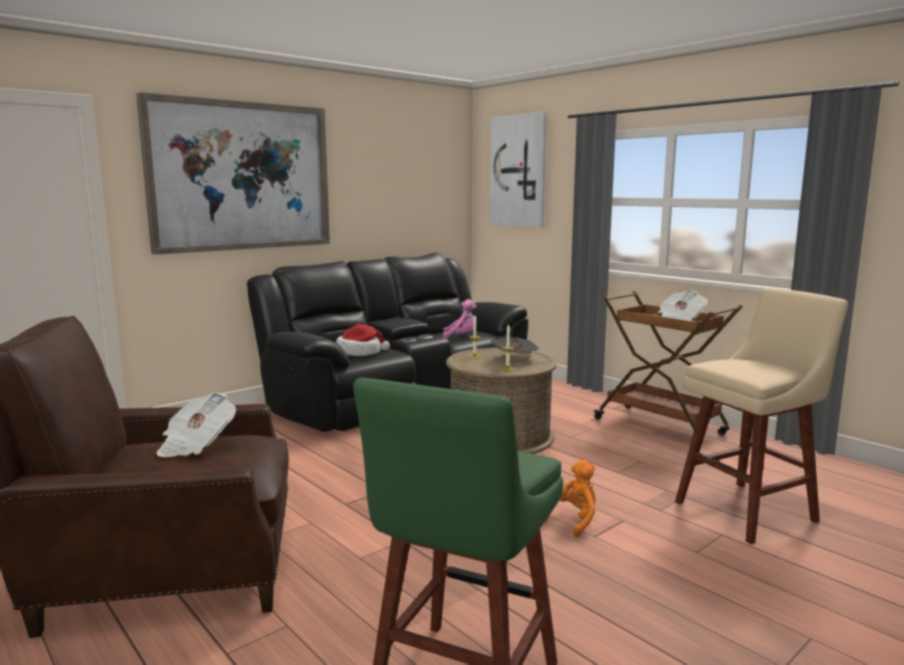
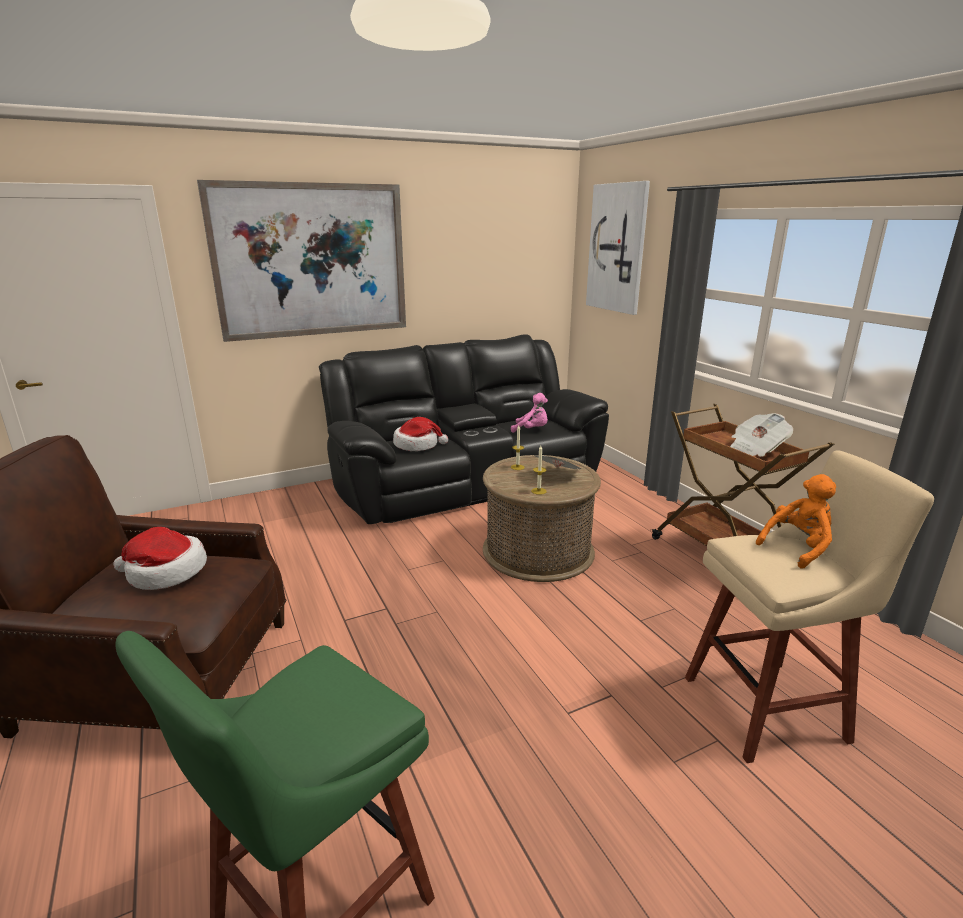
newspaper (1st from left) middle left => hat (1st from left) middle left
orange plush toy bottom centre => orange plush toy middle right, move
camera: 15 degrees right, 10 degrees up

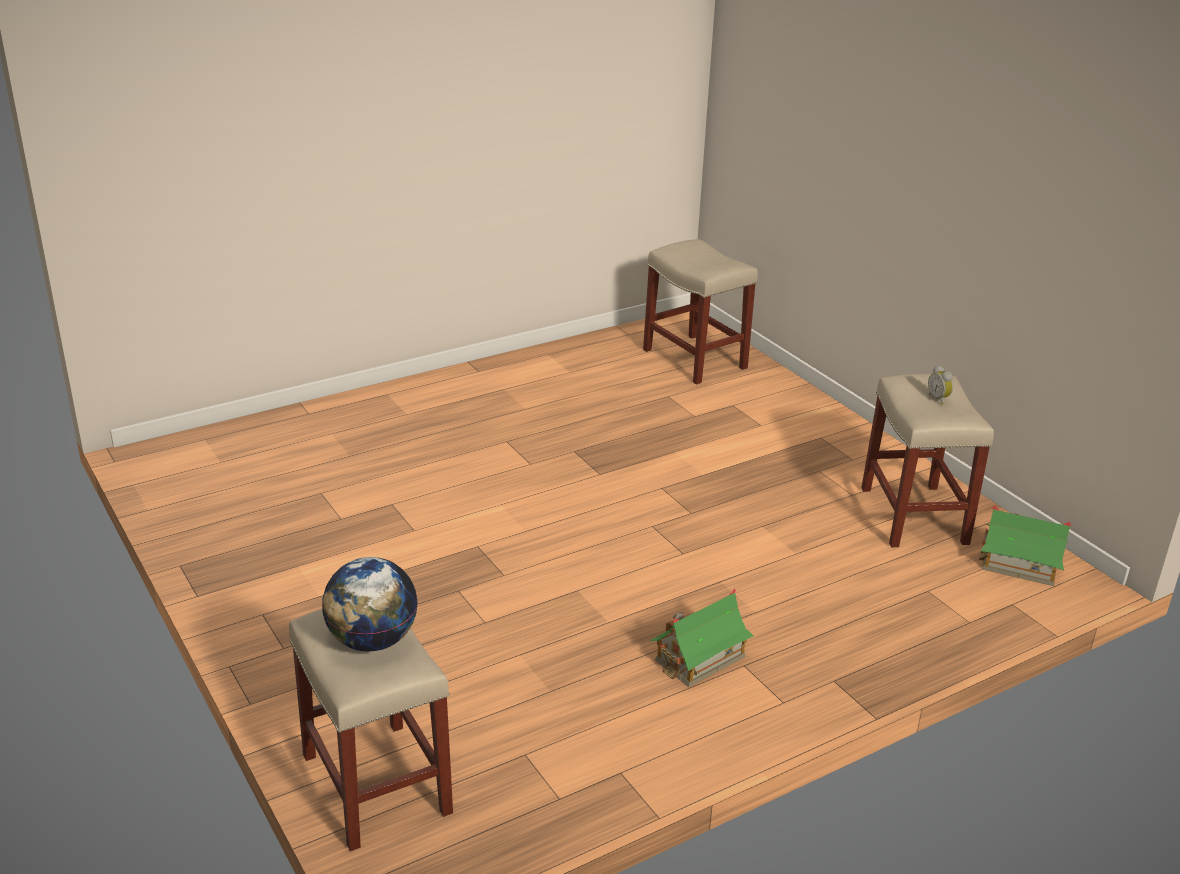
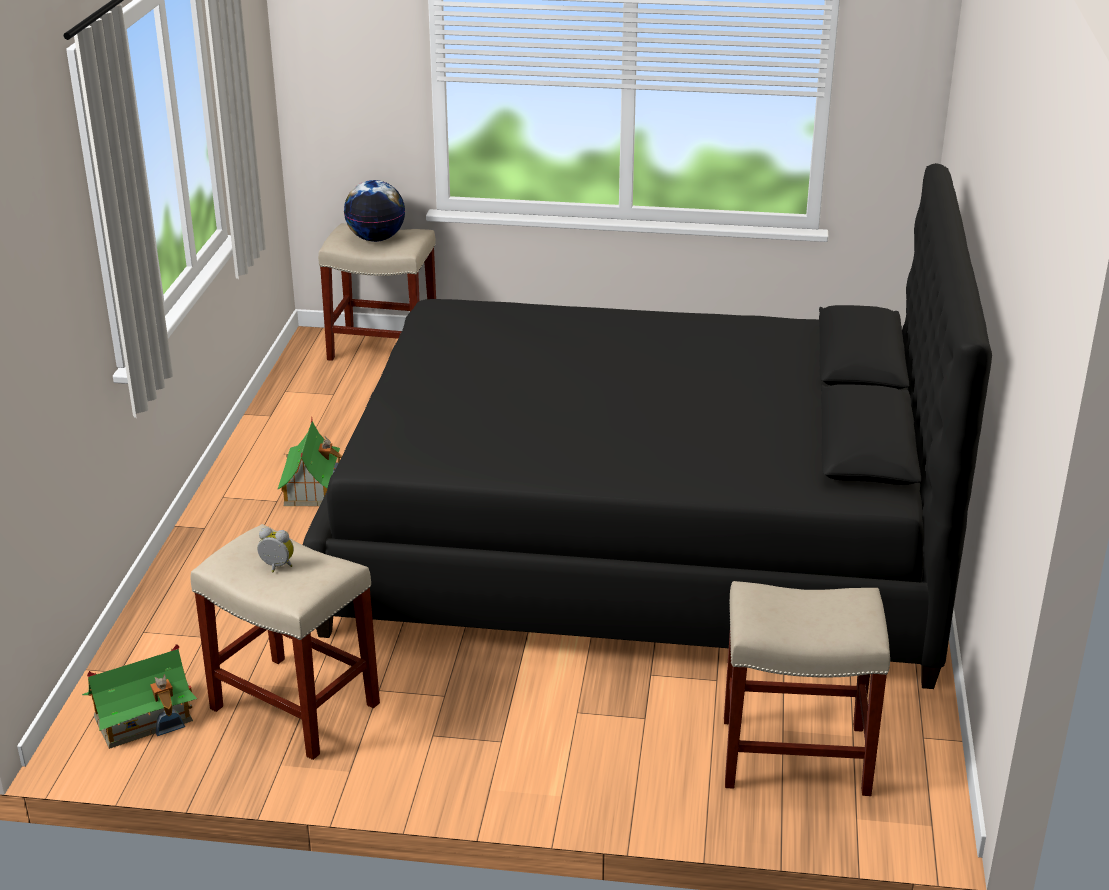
nothing => black bed centre
camera: 130 degrees right, 0 degrees up

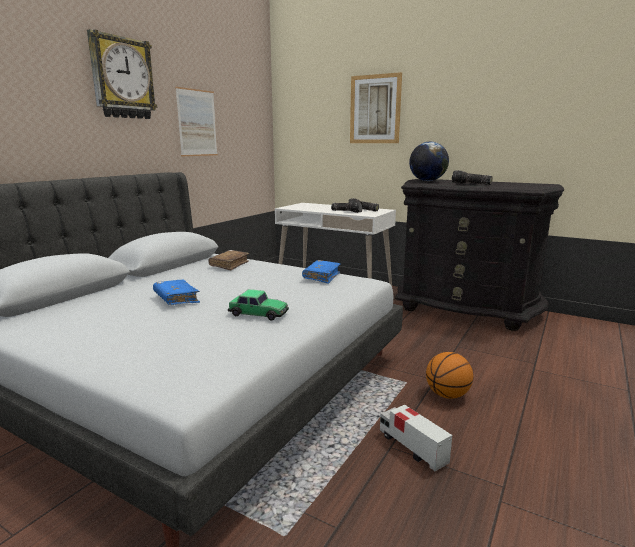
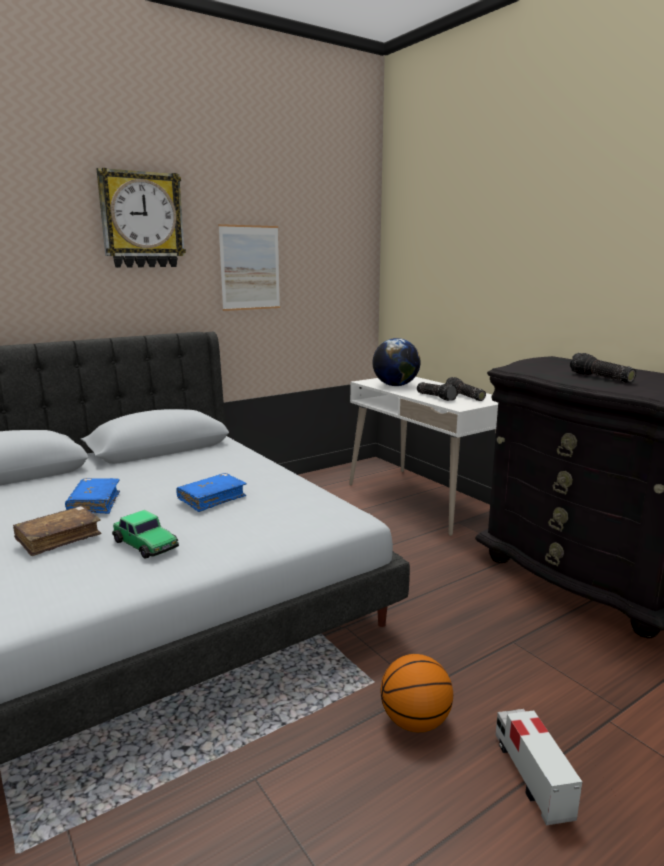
brown book centre => brown book middle left, move
blue book (2nd from left) centre => blue book (2nd from left) middle left, move
picture (2nd from left) top centre => nothing
toy truck bottom centre => toy truck bottom right, move
globe top right => globe centre, move
camera: 25 degrees right, 0 degrees up

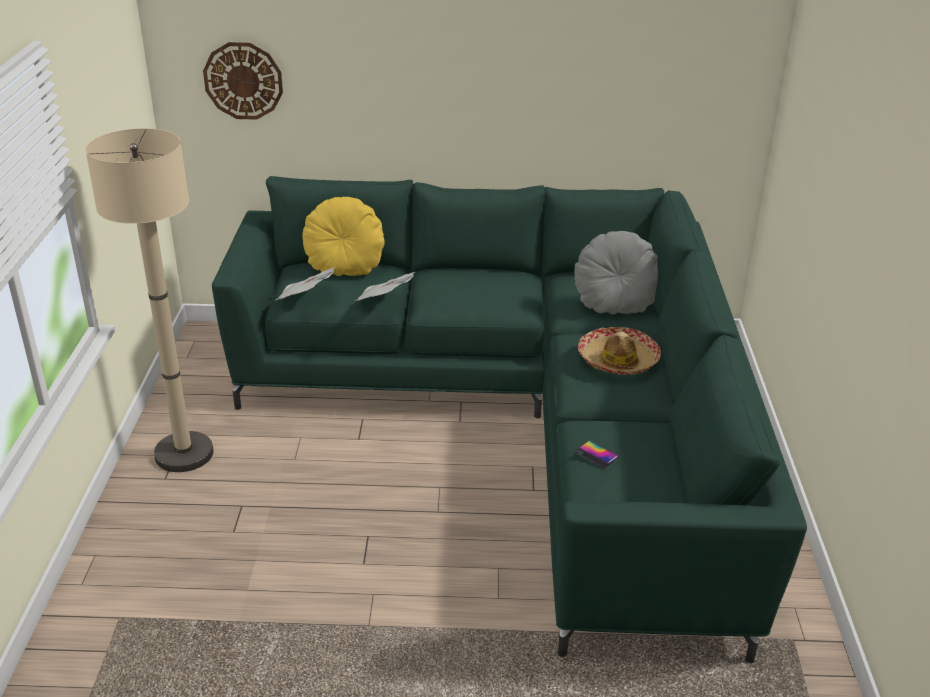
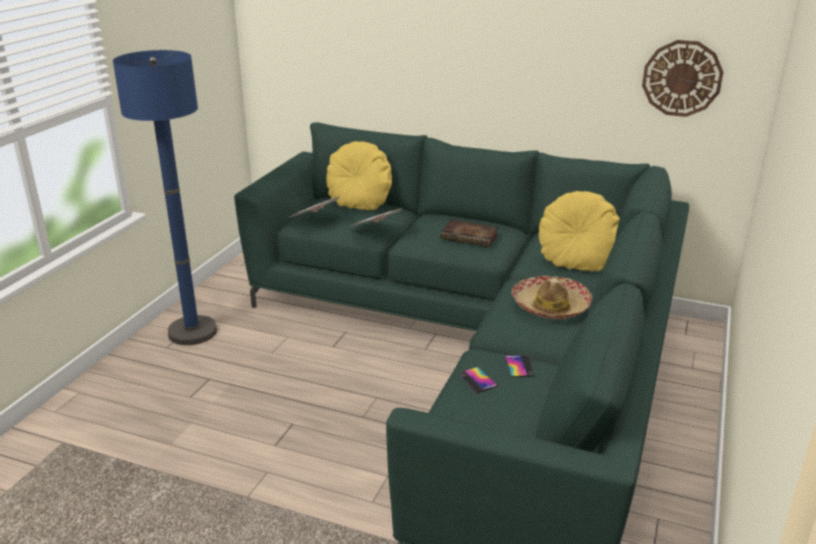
beige floor lamp middle left => blue floor lamp middle left
wall clock top left => wall clock top right, move
grey pillow centre => yellow pillow (2nd from left) middle right
nothing => book centre
nothing => phone (2nd from left) bottom centre
camera: 20 degrees right, 5 degrees down

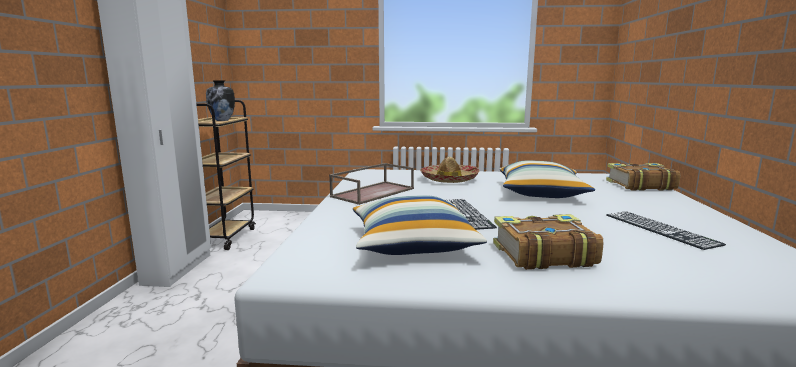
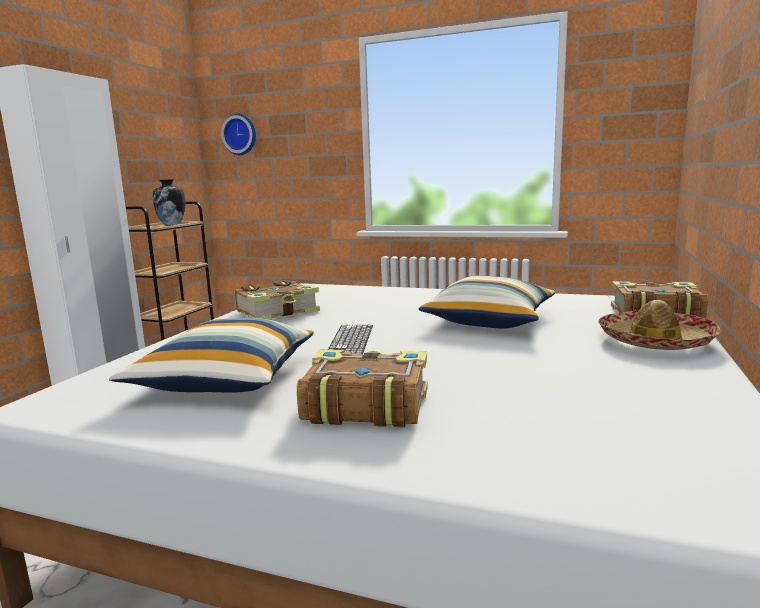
brown tray centre => book (1st from left) centre
hat centre => hat middle right, move
keyboard (2nd from left) middle right => nothing
nothing => wall clock top left
camera: 15 degrees right, 0 degrees up

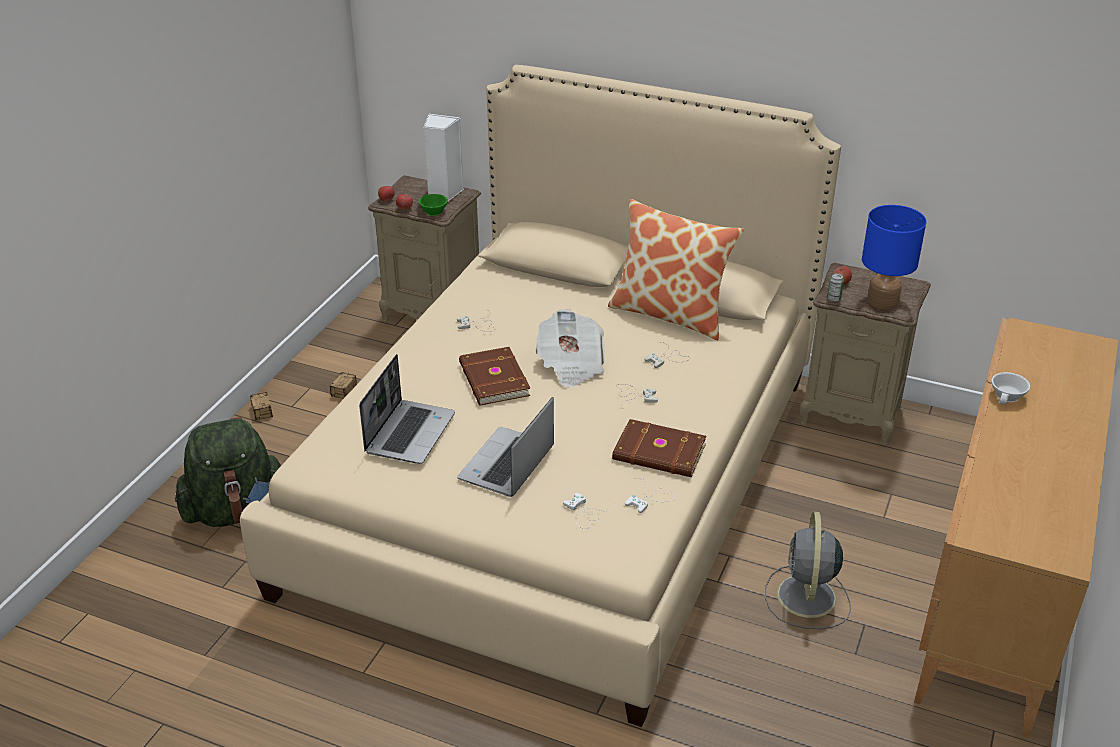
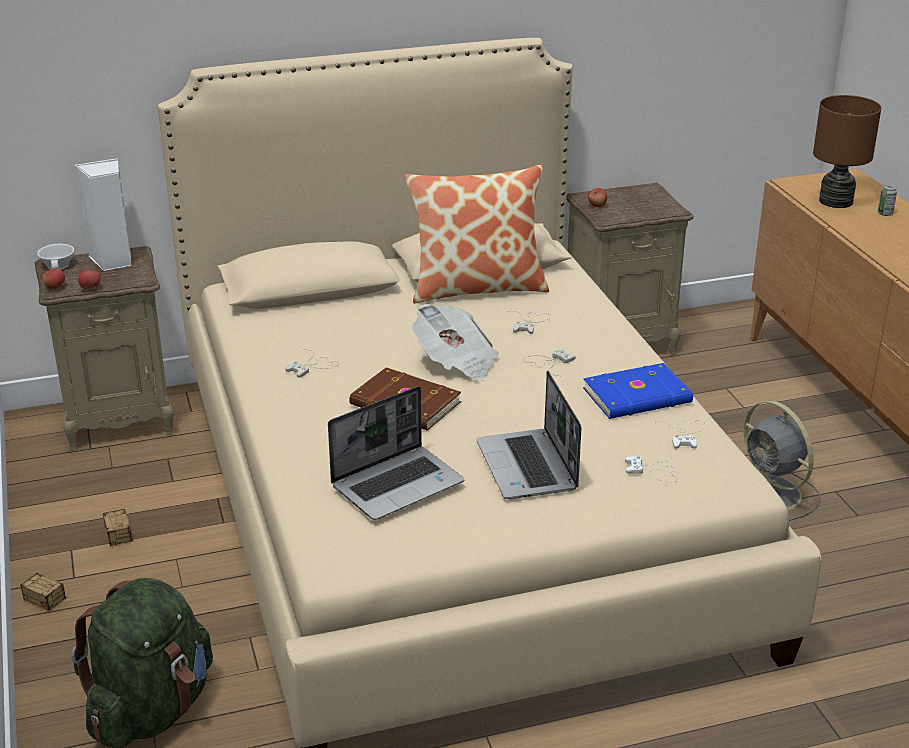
laptop (1st from left) centre, 75 degrees clockwise
green cup top centre => nothing
brown book (2nd from left) centre => blue book middle right
can middle right => can top right, move
blue table lamp middle right => nothing
white cup middle right => white cup middle left, move
nothing => brown table lamp top right
camera: 40 degrees left, 5 degrees down

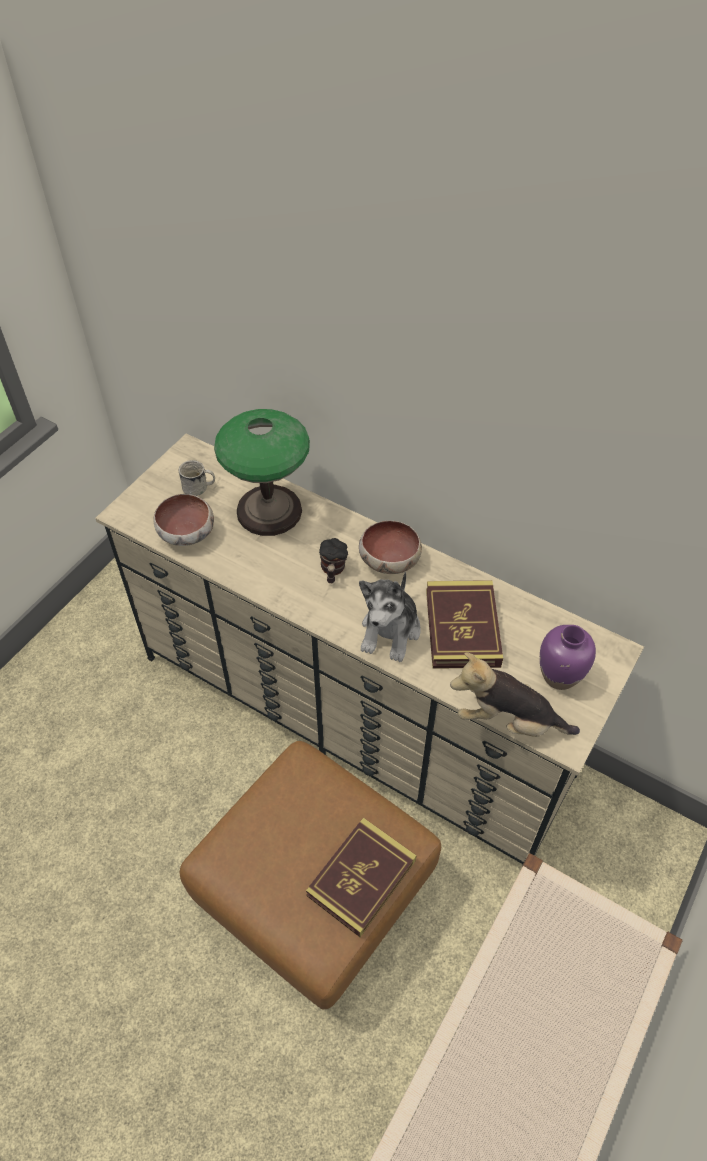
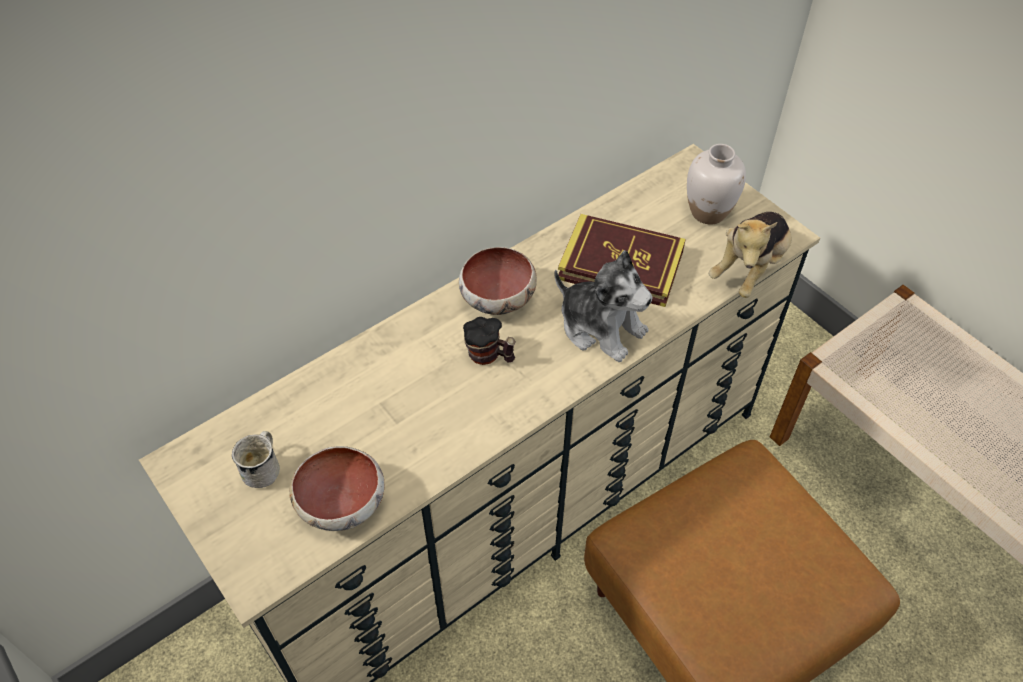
table lamp centre => nothing
book (1st from left) bottom centre => nothing
purple vase middle right => white vase top right
camera: 70 degrees left, 0 degrees up

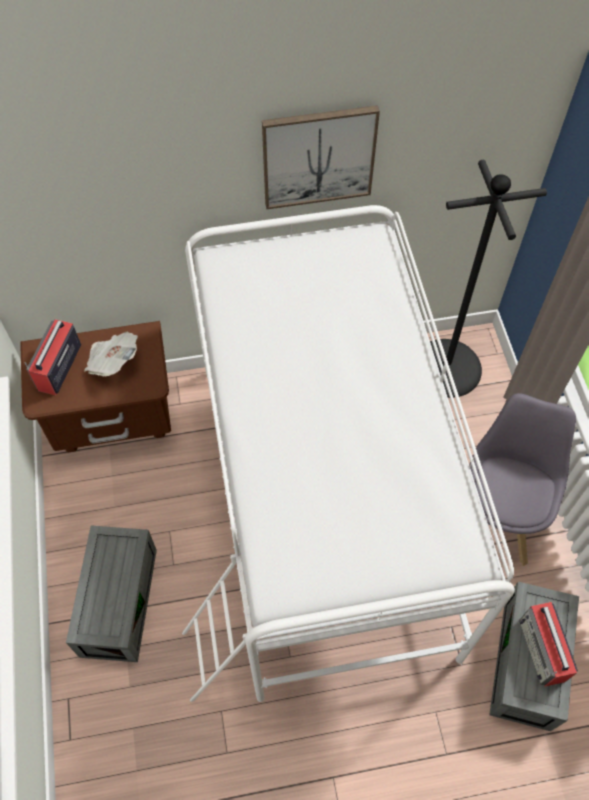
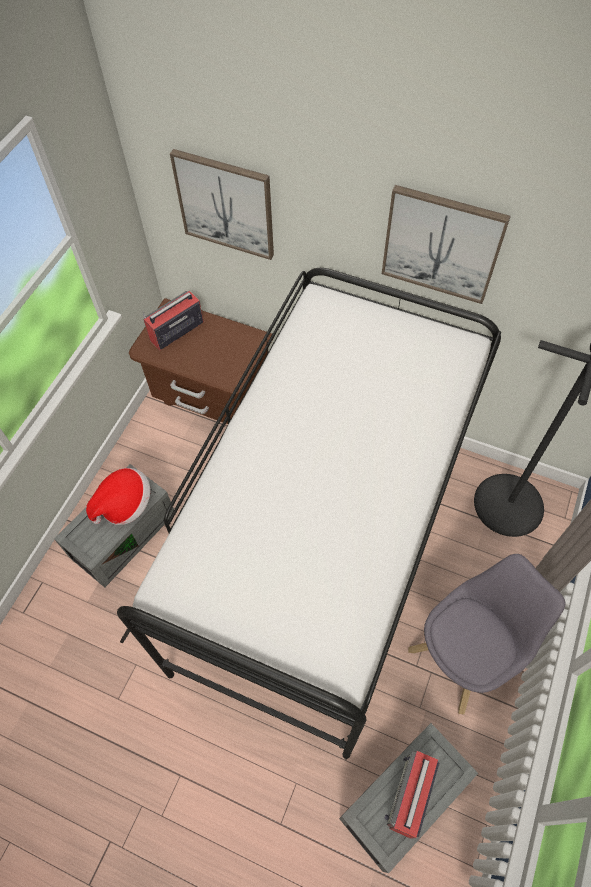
newspaper middle left => nothing
white bed centre => black bed centre
nothing => hat middle left
nothing => picture (1st from left) top centre
camera: 35 degrees right, 0 degrees up

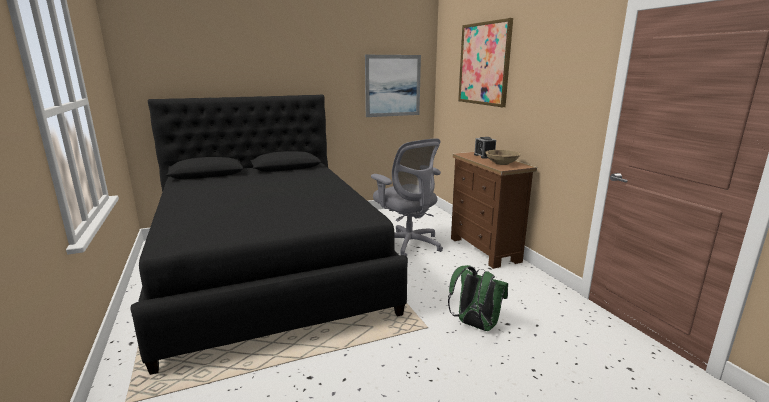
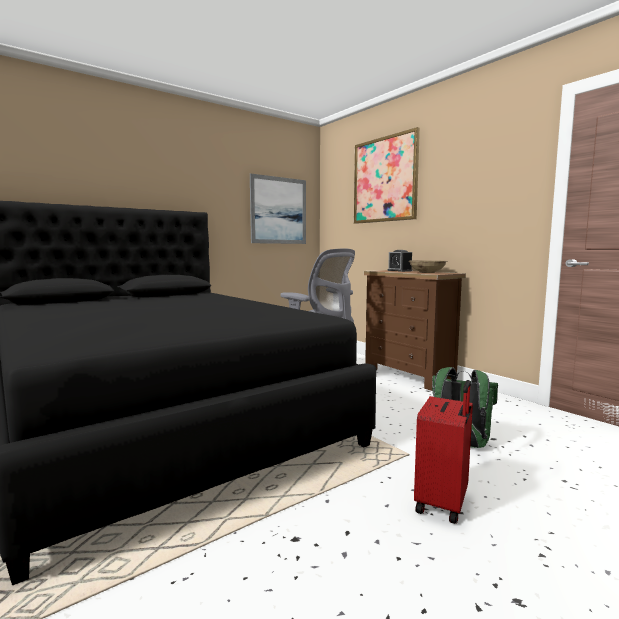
nothing => red suitcase bottom right
camera: 15 degrees left, 10 degrees down

